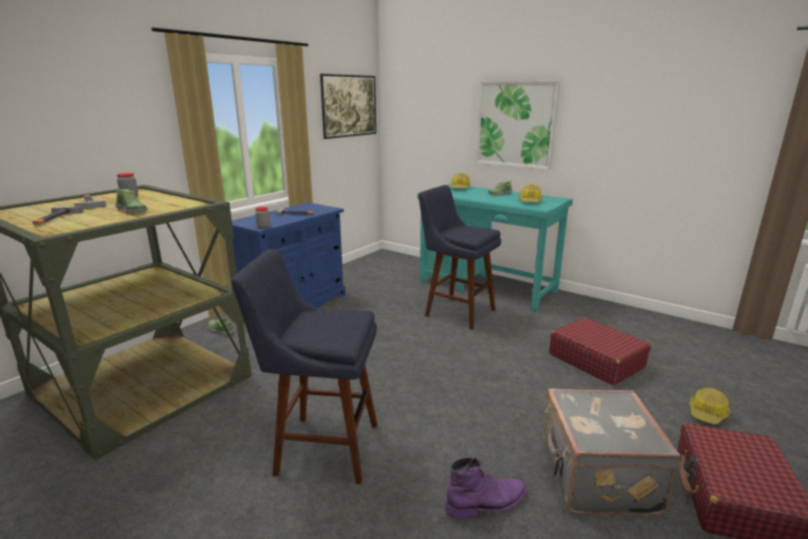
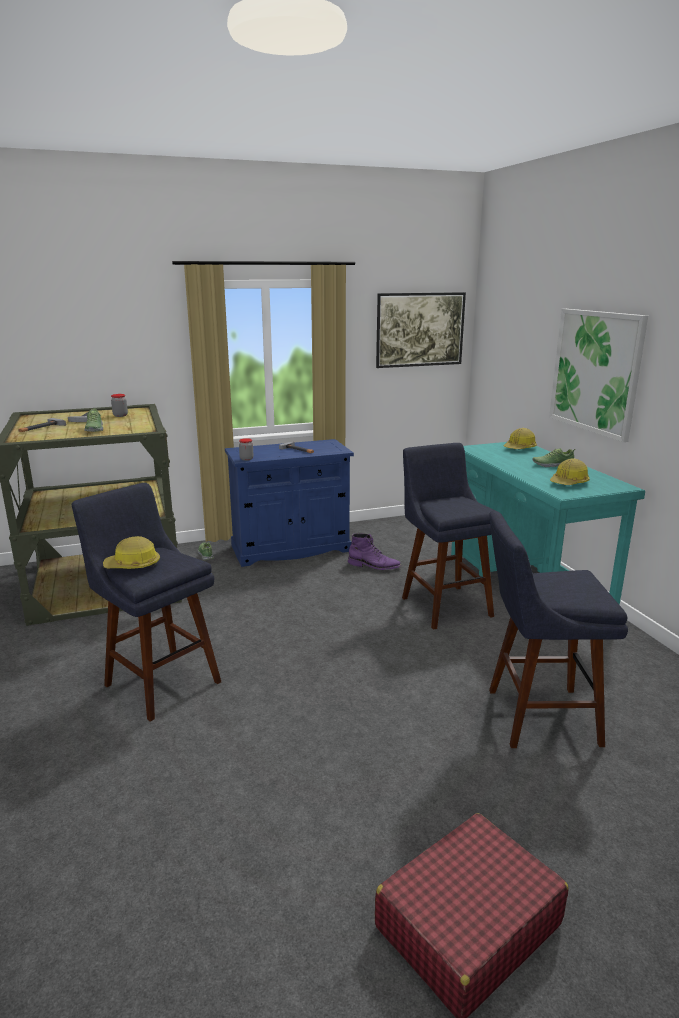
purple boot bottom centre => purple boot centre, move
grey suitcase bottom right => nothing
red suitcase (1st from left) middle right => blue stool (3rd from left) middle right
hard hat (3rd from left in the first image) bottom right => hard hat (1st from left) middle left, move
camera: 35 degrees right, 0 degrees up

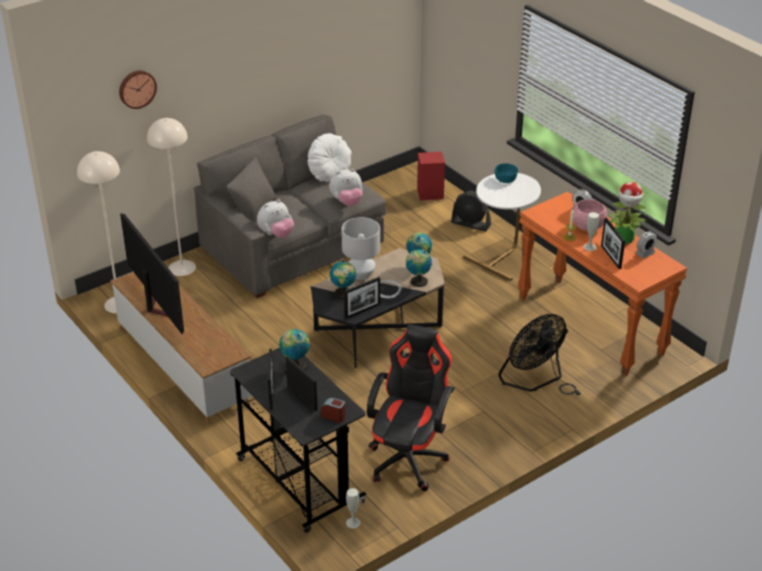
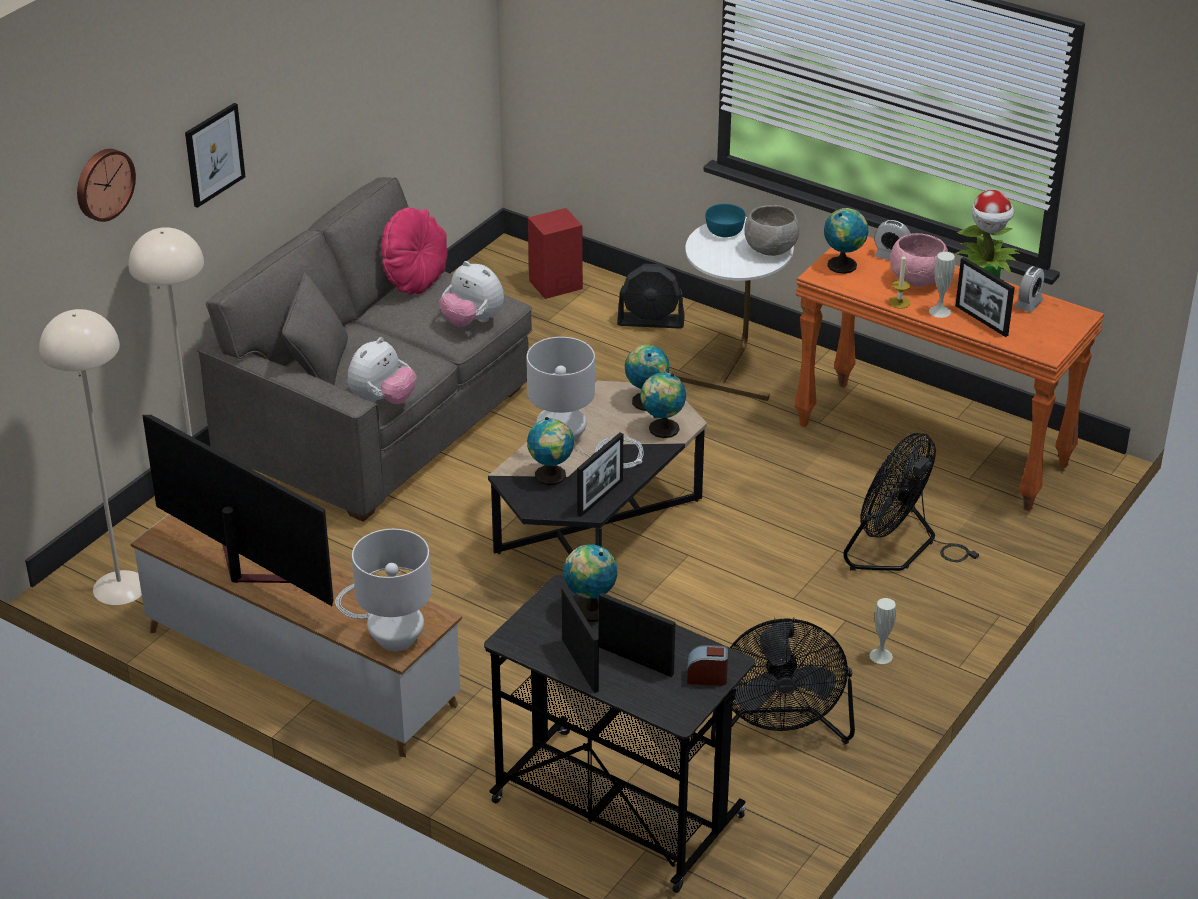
white pillow top centre => pink pillow top centre
plush toy (2nd from left) top centre, 75 degrees clockwise
white vase (1st from left) bottom centre => white vase (1st from left) bottom right, move
black office chair bottom centre => black fan (2nd from left) bottom centre
nothing => picture top left
nothing => white table lamp (1st from left) middle left
nothing => grey bowl top centre
nothing => globe (5th from left) top right
camera: 20 degrees left, 0 degrees up

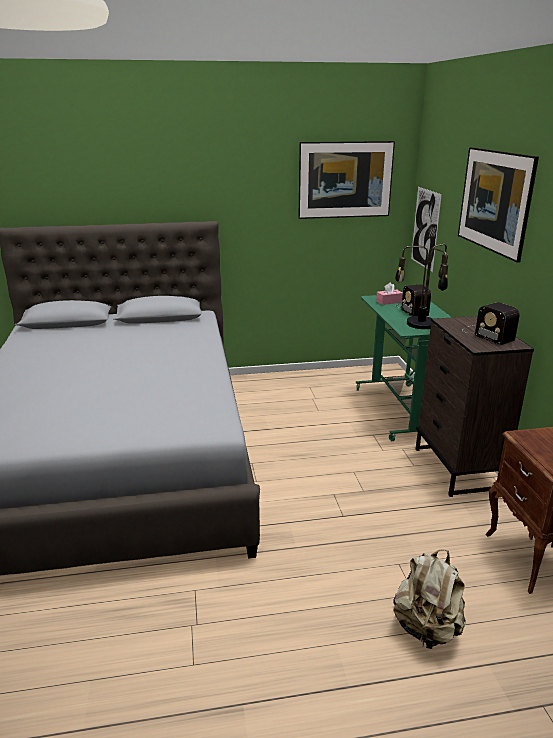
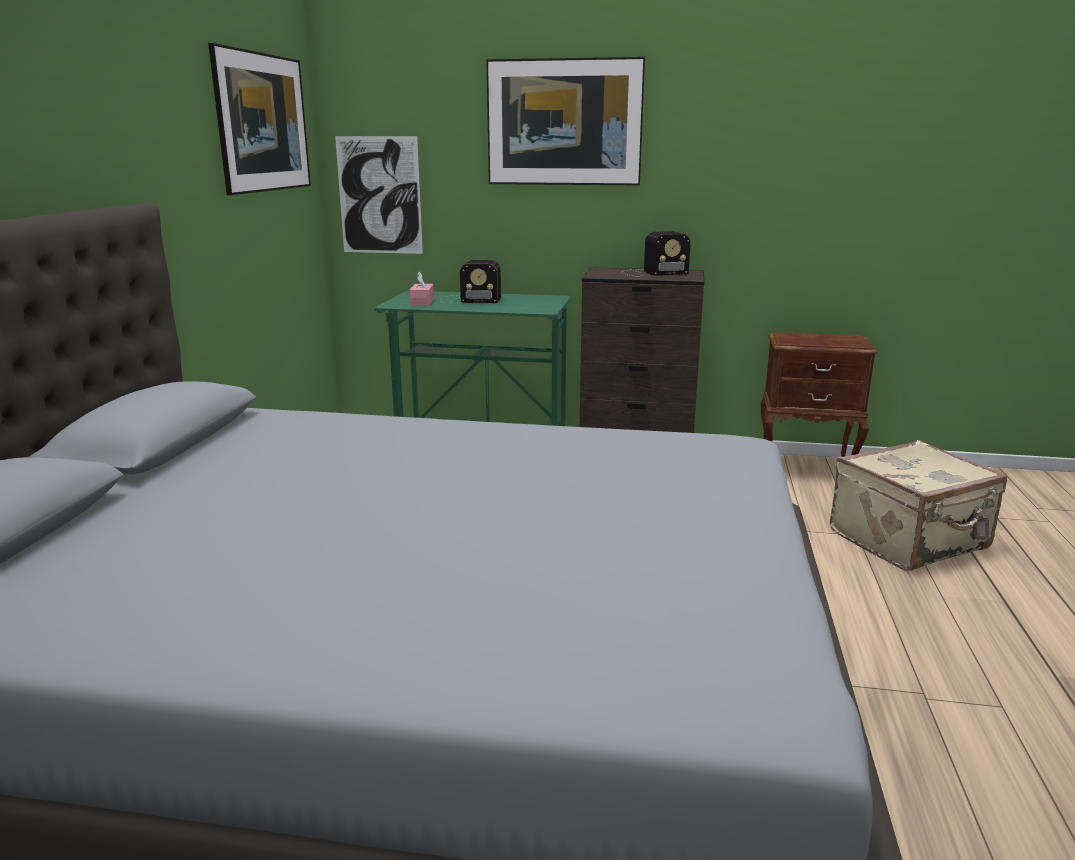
beige backpack bottom right => beige suitcase middle right
table lamp middle right => nothing
camera: 70 degrees left, 5 degrees down

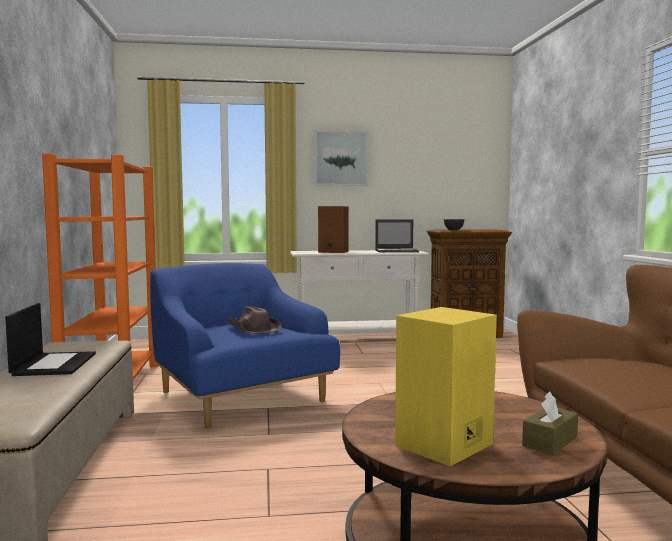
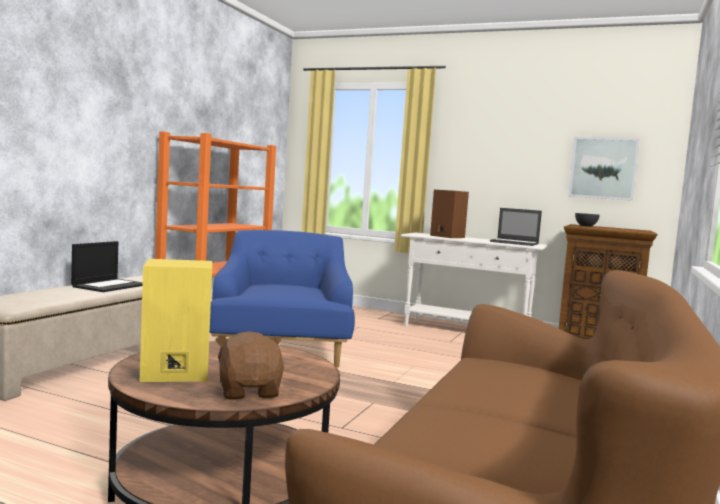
brown hat centre => nothing
picture top centre => picture middle right, move
brown tissue box bottom right => brown plush toy bottom centre
camera: 30 degrees right, 0 degrees up

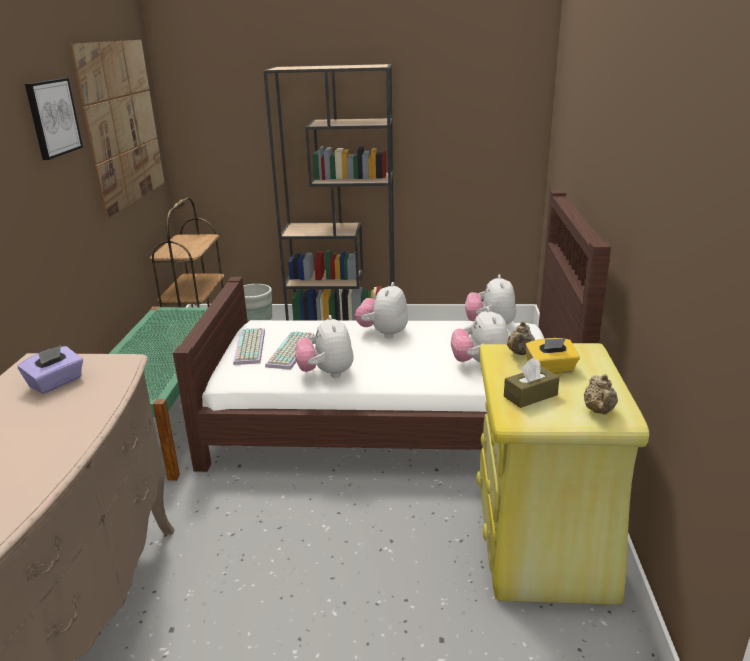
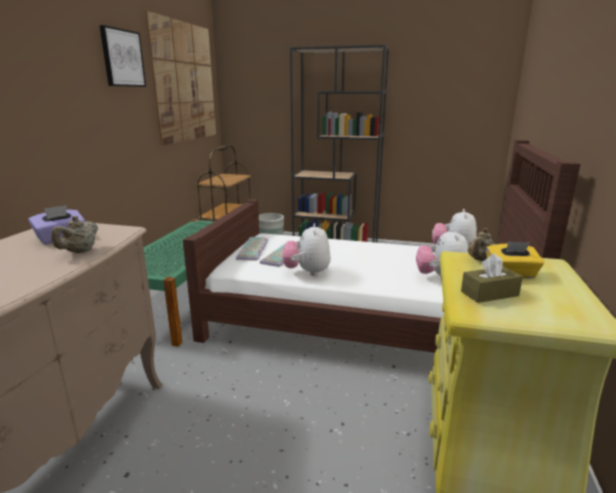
plush toy (2nd from left) centre => nothing
beige teapot (2nd from left in the first image) middle right => beige teapot (1st from left) middle left, move
camera: 10 degrees right, 5 degrees down

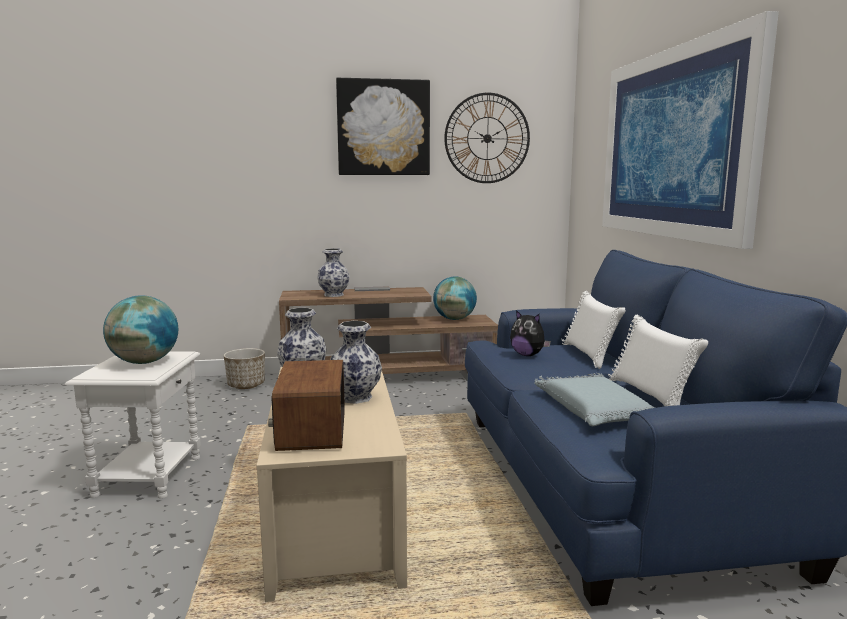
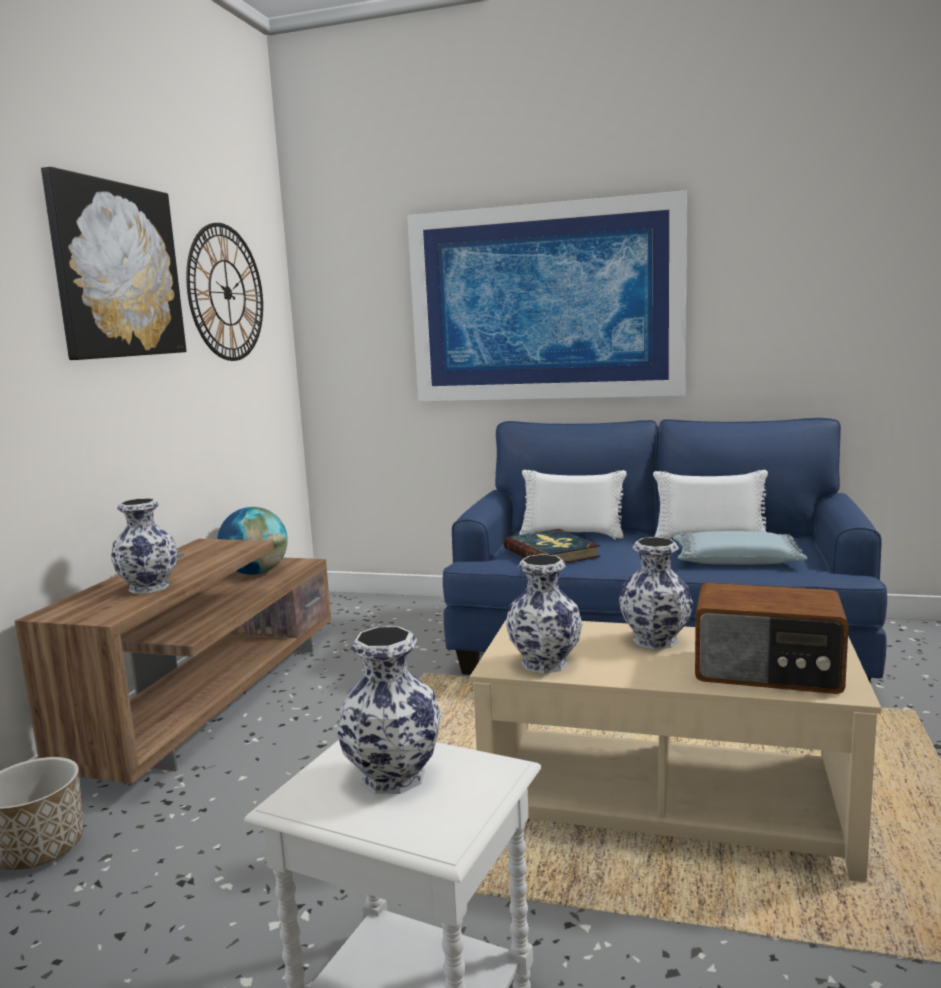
globe (1st from left) middle left => vase (2nd from left) bottom centre
plush toy centre => book centre
camera: 65 degrees left, 0 degrees up

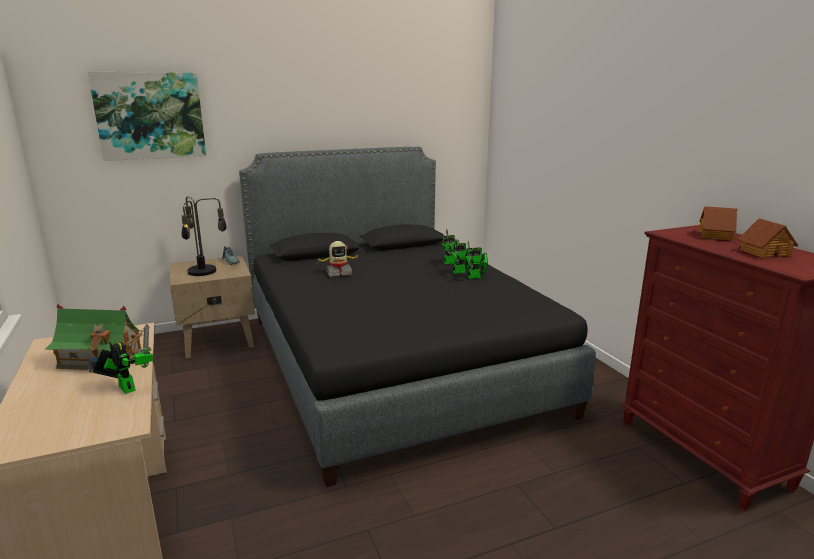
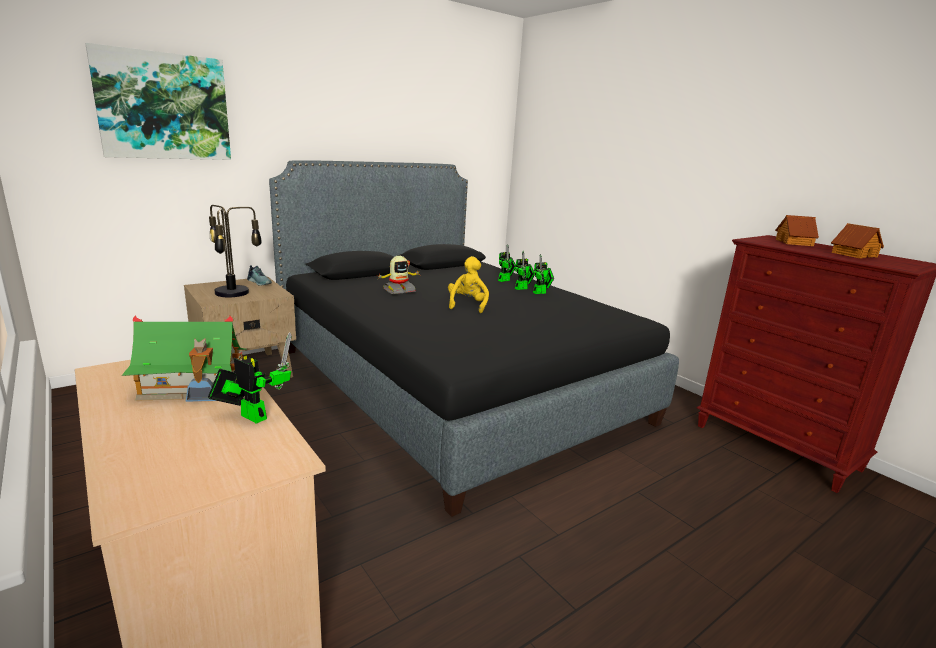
nothing => yellow plush toy centre
camera: 15 degrees left, 0 degrees up

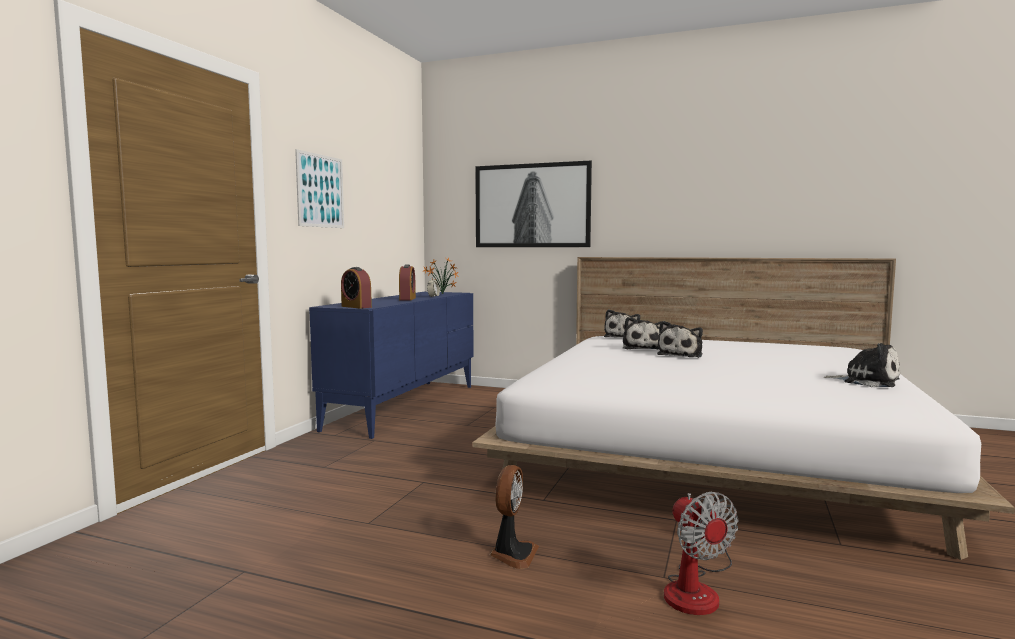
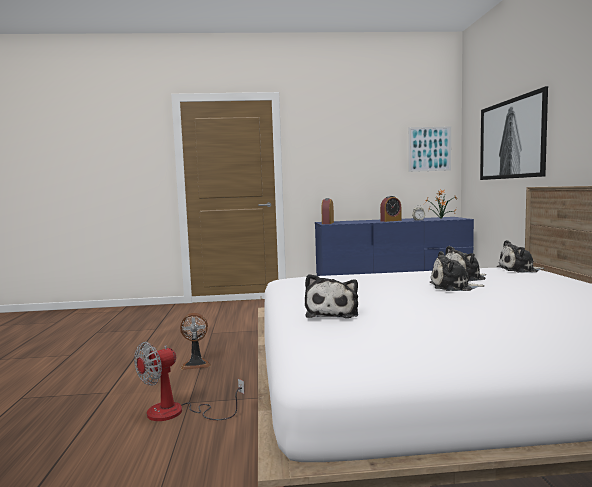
picture (1st from left) top left => picture (1st from left) top right, move
plush toy (4th from left in the first image) middle right => plush toy (1st from left) centre, move
camera: 65 degrees right, 0 degrees up

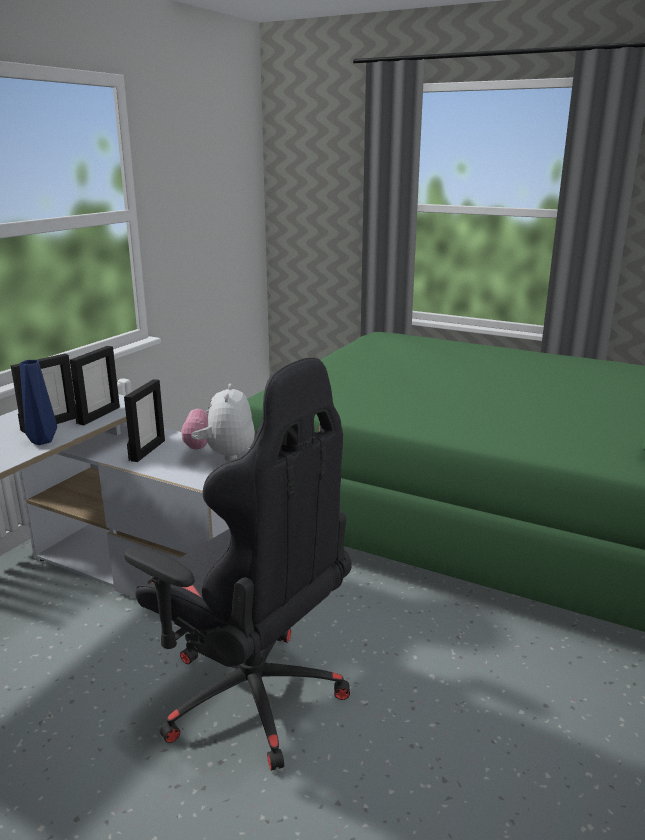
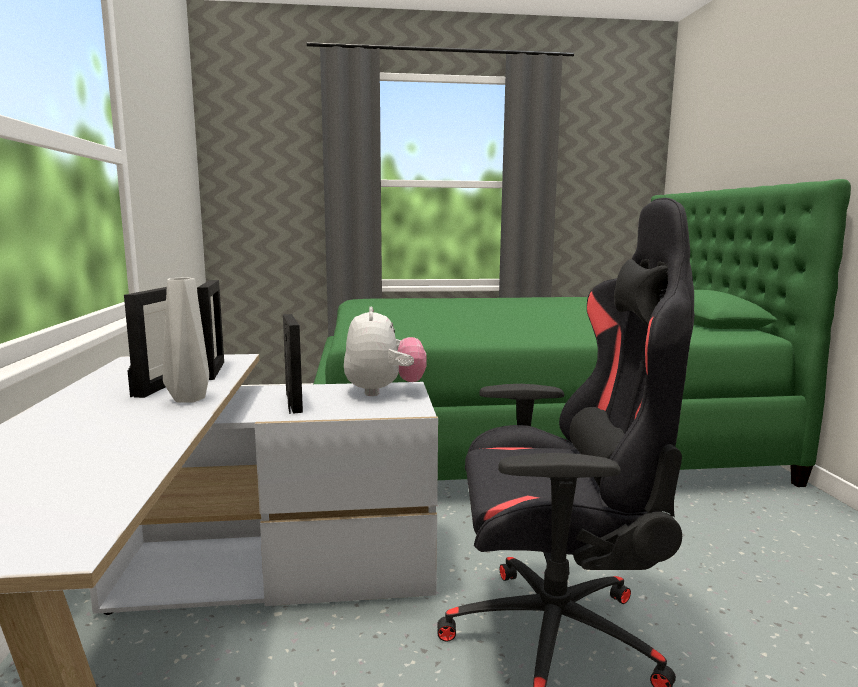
blue vase middle left => grey vase middle left
plush toy centre, 150 degrees counterclockwise
camera: 35 degrees left, 10 degrees down

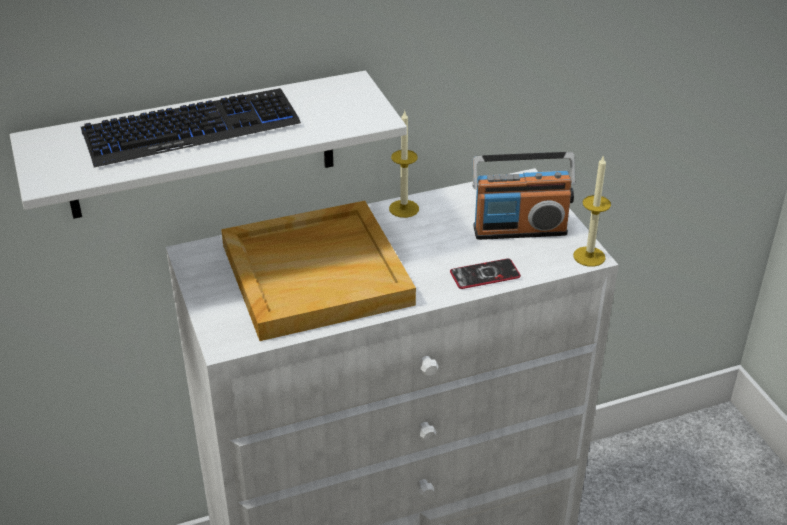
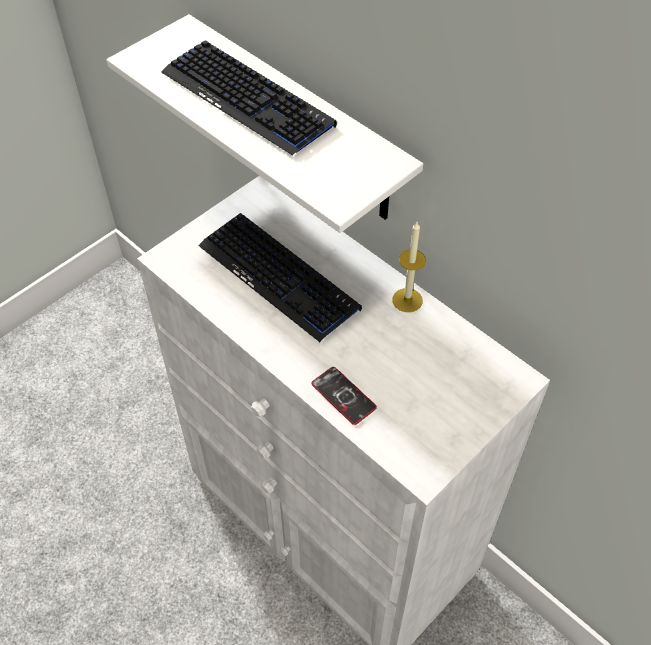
beige tray centre => keyboard (2nd from left) centre
radio centre => nothing
candle (2nd from left) middle right => nothing
camera: 65 degrees right, 15 degrees up

